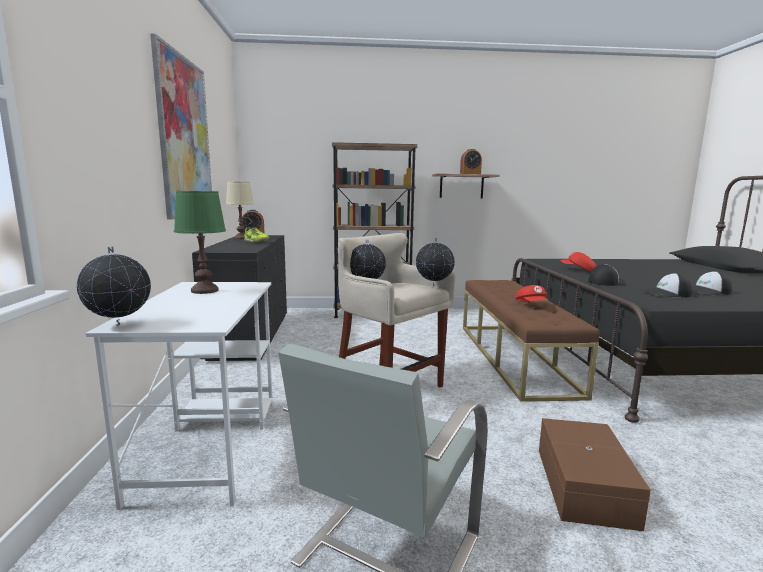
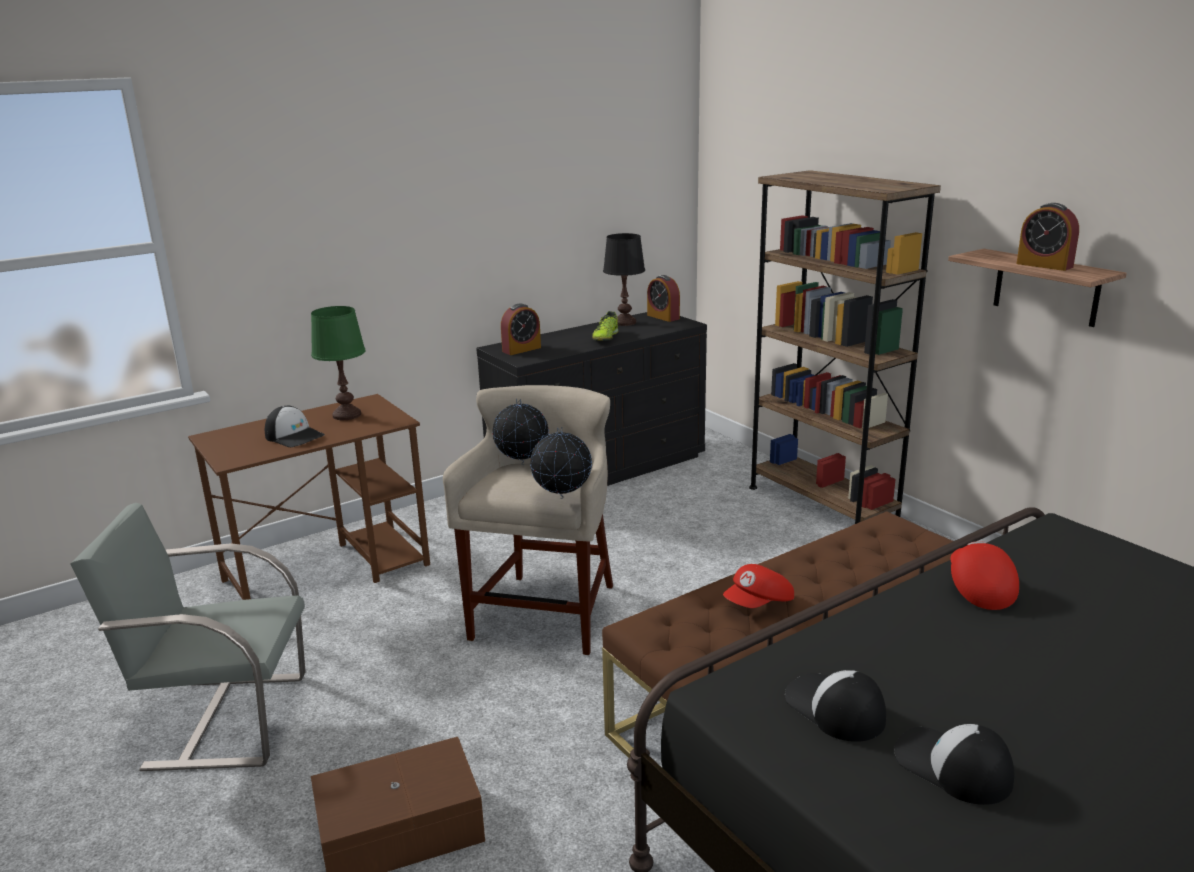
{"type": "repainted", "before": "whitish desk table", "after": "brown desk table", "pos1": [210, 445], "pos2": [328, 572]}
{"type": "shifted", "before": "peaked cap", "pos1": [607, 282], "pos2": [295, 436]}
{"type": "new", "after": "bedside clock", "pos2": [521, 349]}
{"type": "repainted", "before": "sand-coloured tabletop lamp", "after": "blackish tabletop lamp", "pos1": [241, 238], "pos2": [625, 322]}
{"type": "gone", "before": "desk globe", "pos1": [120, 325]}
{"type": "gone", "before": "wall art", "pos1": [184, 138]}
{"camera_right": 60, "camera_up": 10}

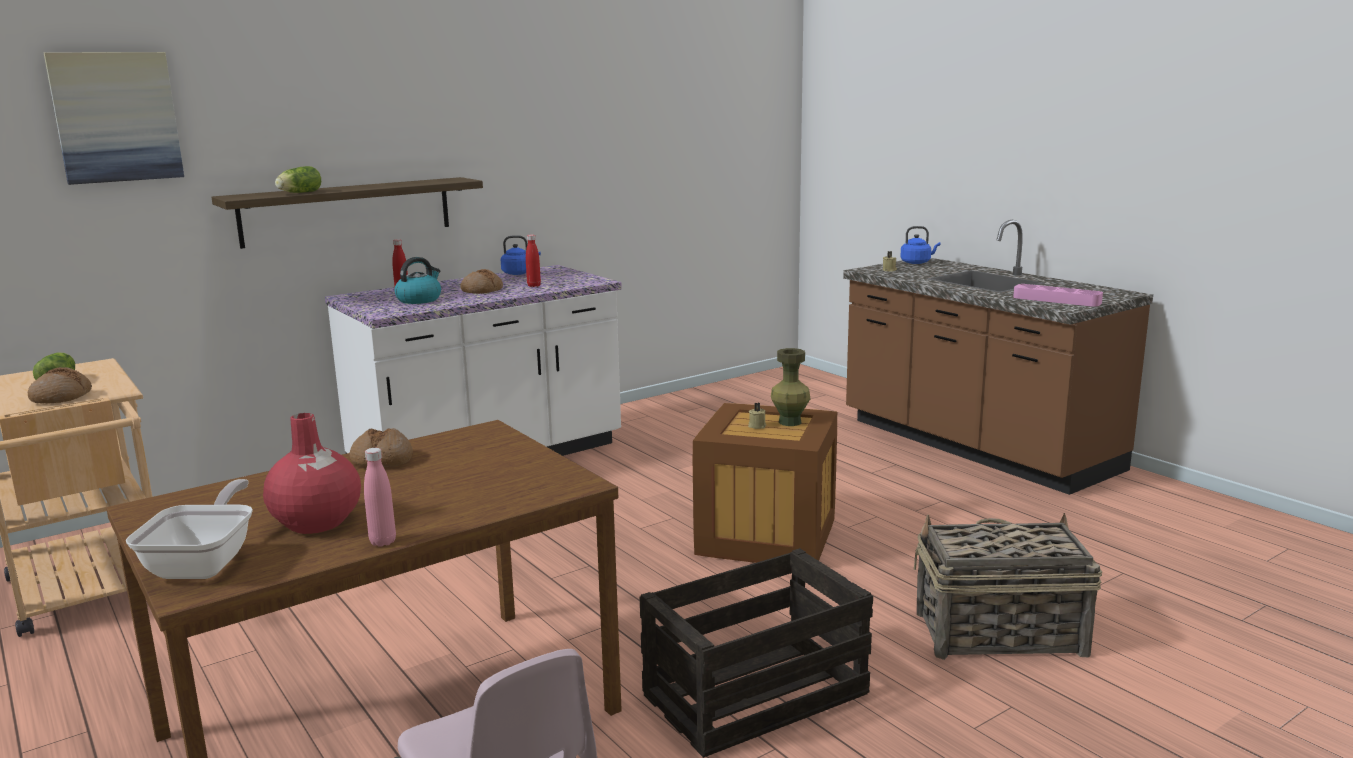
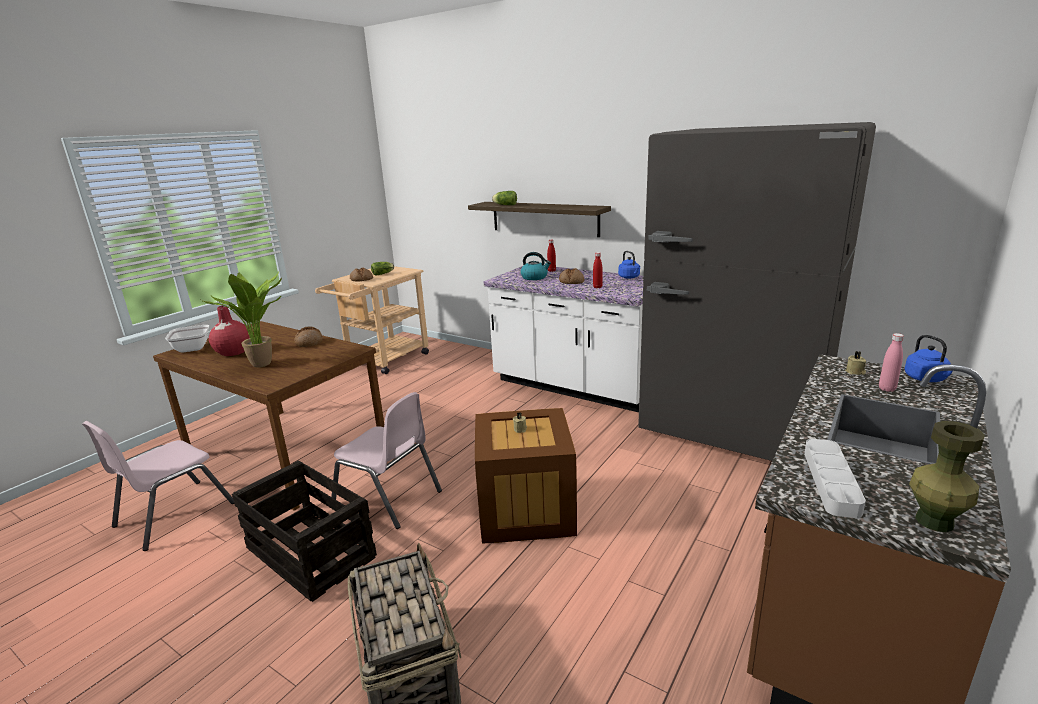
{"type": "new", "after": "potted plant", "pos2": [265, 364]}
{"type": "new", "after": "pink upright chair", "pos2": [388, 498]}
{"type": "new", "after": "greyish refrigerator", "pos2": [732, 428]}
{"type": "repainted", "before": "pink carrying tray", "after": "greyish carrying tray", "pos1": [1056, 300], "pos2": [831, 481]}
{"type": "shifted", "before": "pink bottle", "pos1": [383, 542], "pos2": [887, 389]}
{"type": "shifted", "before": "green flower vase", "pos1": [789, 422], "pos2": [933, 521]}
{"type": "gone", "before": "wall art", "pos1": [116, 117]}
{"camera_right": 70, "camera_up": 5}

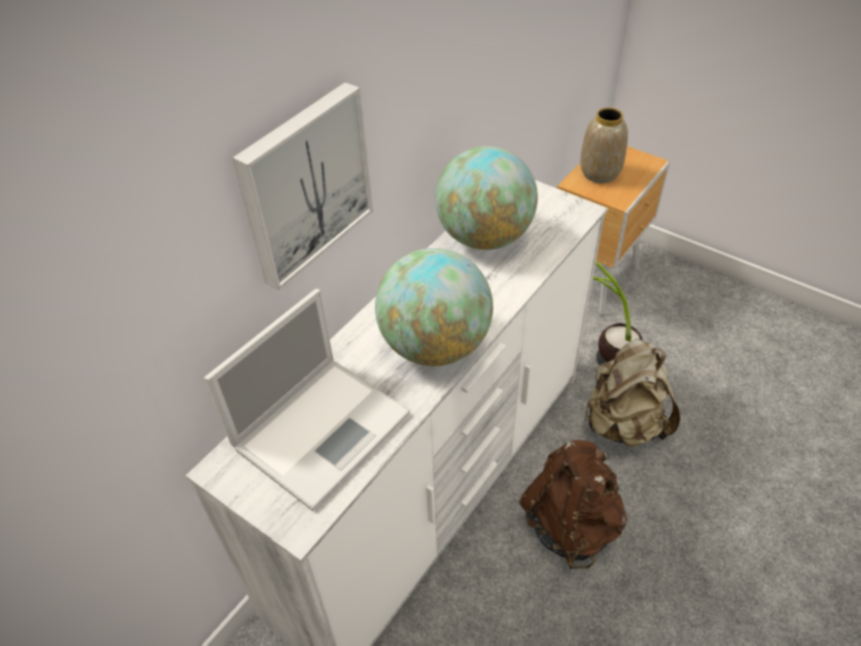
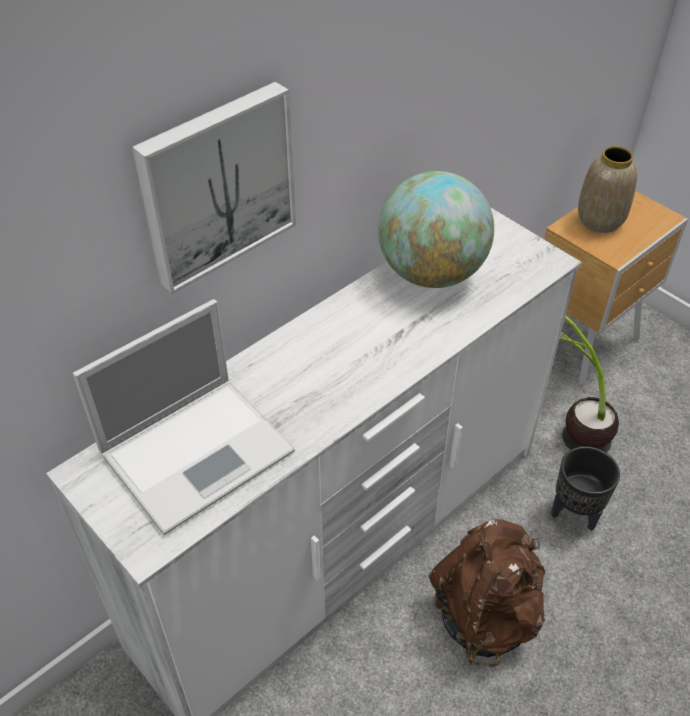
{"type": "swapped", "before": "sand-coloured knapsack", "after": "blackish plant pot", "pos1": [623, 423], "pos2": [575, 513]}
{"type": "gone", "before": "desk globe", "pos1": [435, 345]}
{"camera_right": 10, "camera_up": 0}

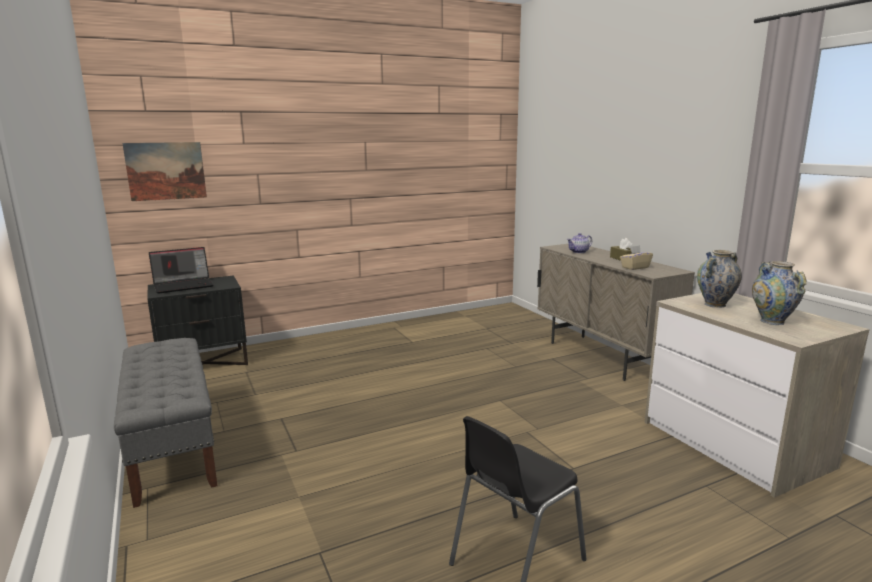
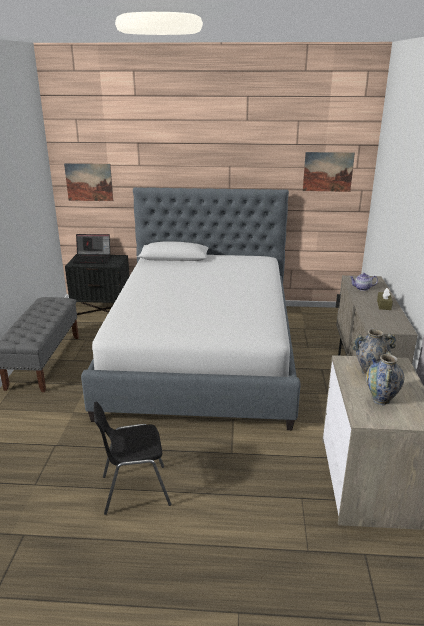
{"type": "new", "after": "bed", "pos2": [202, 354]}
{"type": "new", "after": "wall art", "pos2": [328, 172]}
{"type": "gone", "before": "sand-coloured box of tissues", "pos1": [635, 267]}
{"camera_right": 30, "camera_up": 10}

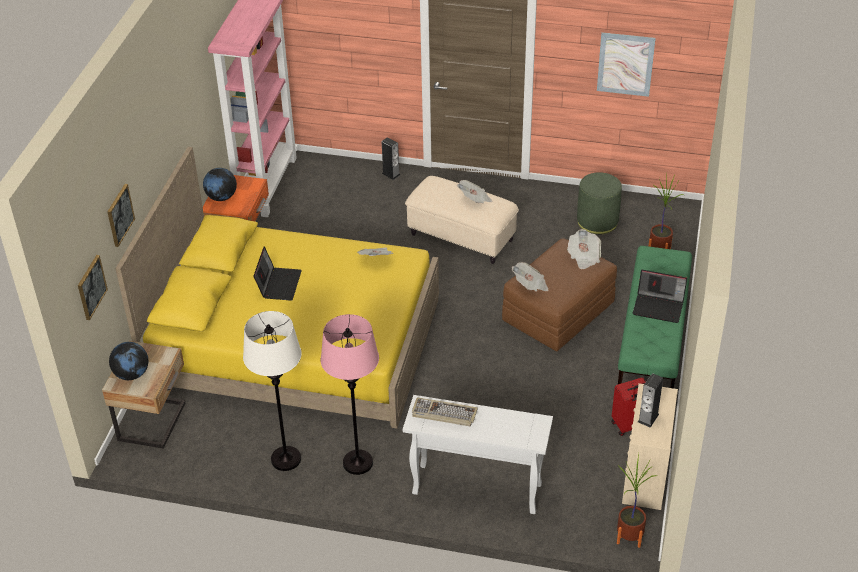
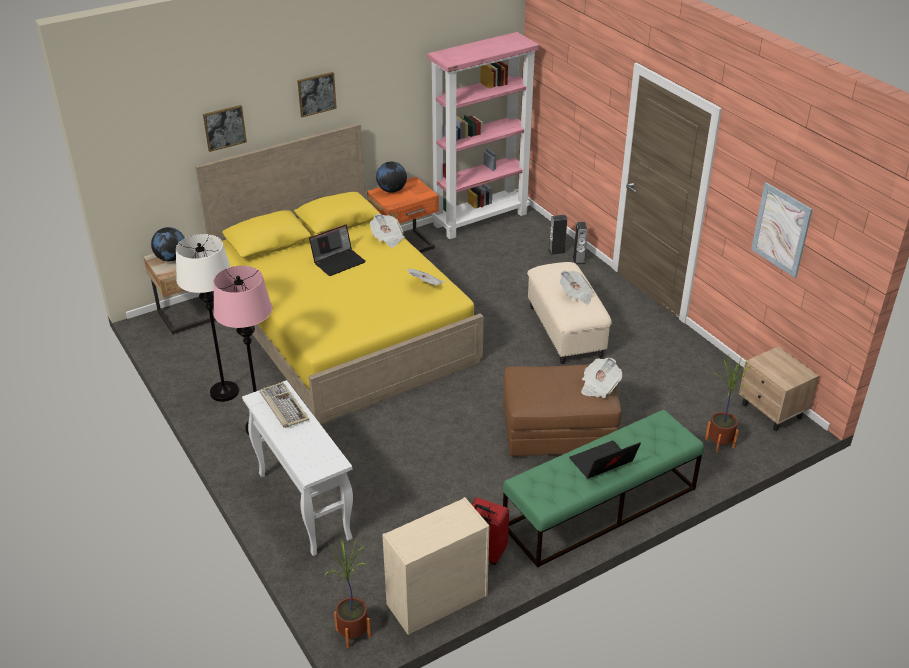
{"type": "shifted", "before": "wall art", "pos1": [91, 287], "pos2": [316, 94]}
{"type": "shifted", "before": "newspaper", "pos1": [530, 285], "pos2": [387, 238]}
{"type": "shifted", "before": "speaker", "pos1": [648, 418], "pos2": [557, 251]}
{"type": "rotated", "before": "portable computer", "pos1": [659, 307], "pos2": [602, 464], "turn": 90}
{"type": "new", "after": "sand-coloured nightstand", "pos2": [772, 412]}
{"type": "gone", "before": "green pouffe", "pos1": [597, 221]}
{"camera_right": 45, "camera_up": -5}

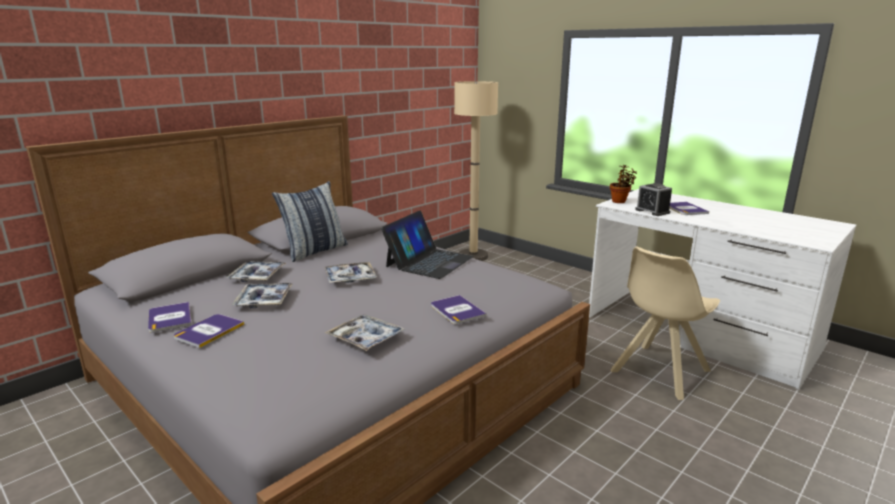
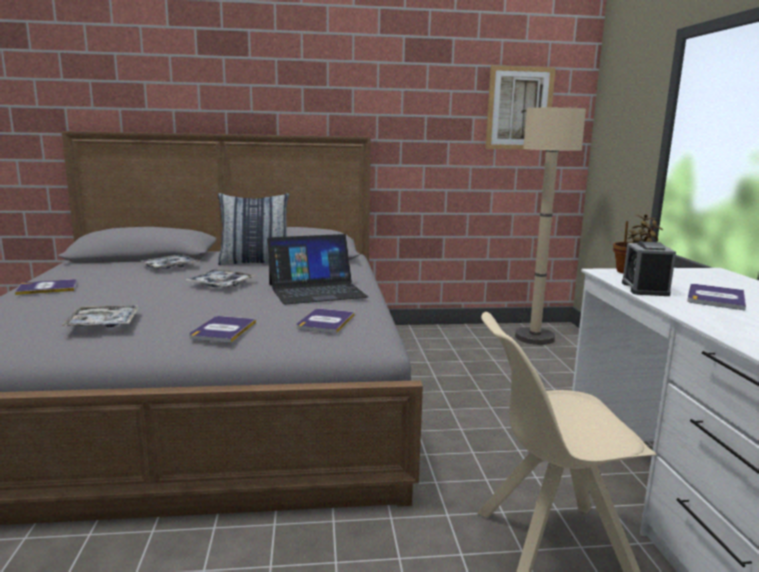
{"type": "shifted", "before": "book", "pos1": [170, 318], "pos2": [325, 322]}
{"type": "new", "after": "wall art", "pos2": [519, 108]}
{"type": "gone", "before": "carrying tray", "pos1": [264, 300]}
{"camera_right": 40, "camera_up": -5}

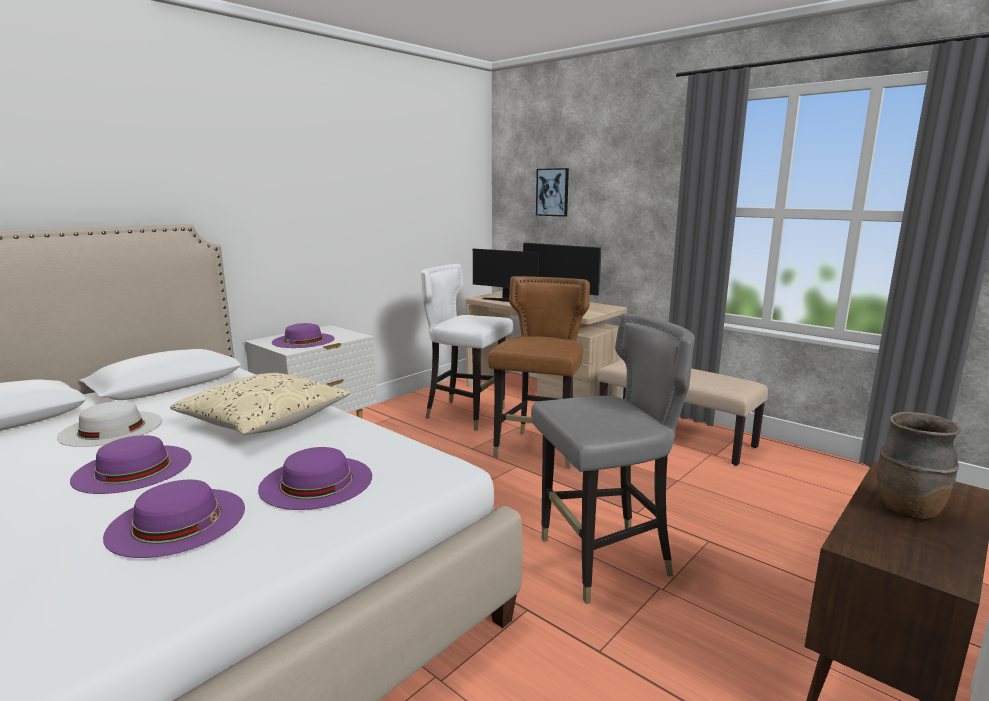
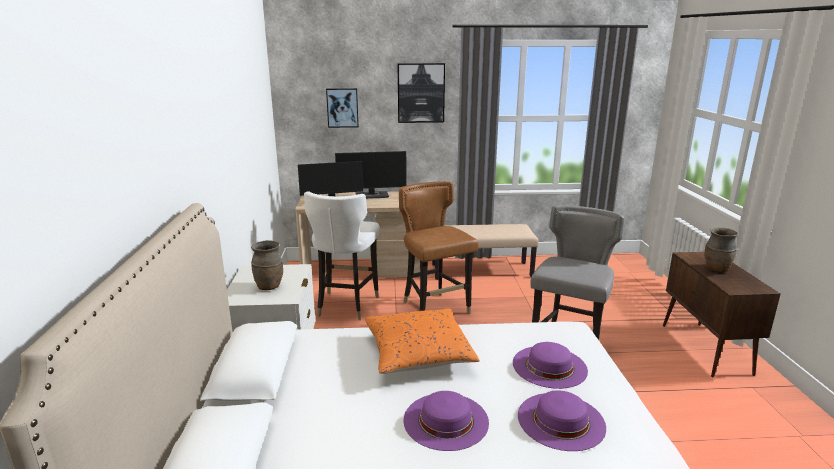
{"type": "swapped", "before": "purple wearable hat", "after": "brown flower vase", "pos1": [303, 340], "pos2": [269, 286]}
{"type": "rotated", "before": "whitish upright chair", "pos1": [466, 414], "pos2": [346, 305], "turn": -60}
{"type": "repainted", "before": "sand-coloured throw pillow", "after": "orange-coloured throw pillow", "pos1": [265, 421], "pos2": [418, 353]}
{"type": "new", "after": "wall art", "pos2": [421, 93]}
{"type": "gone", "before": "whitish wearable hat", "pos1": [111, 428]}
{"camera_right": -45, "camera_up": 5}

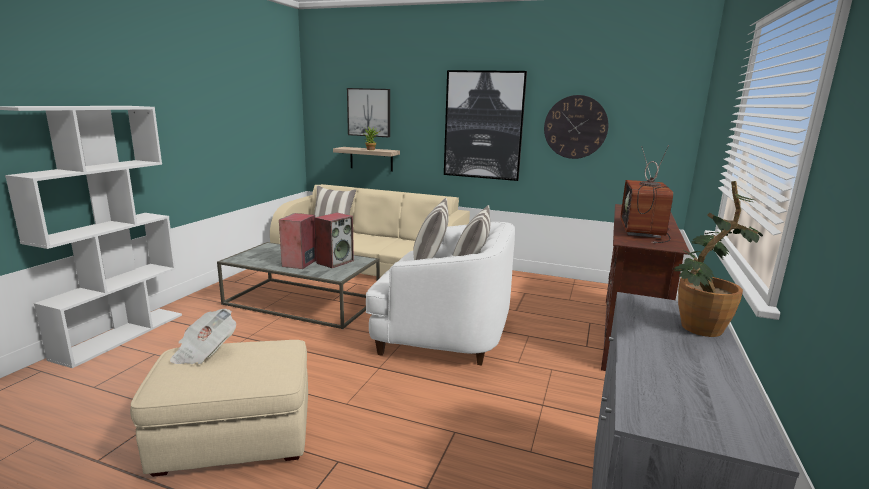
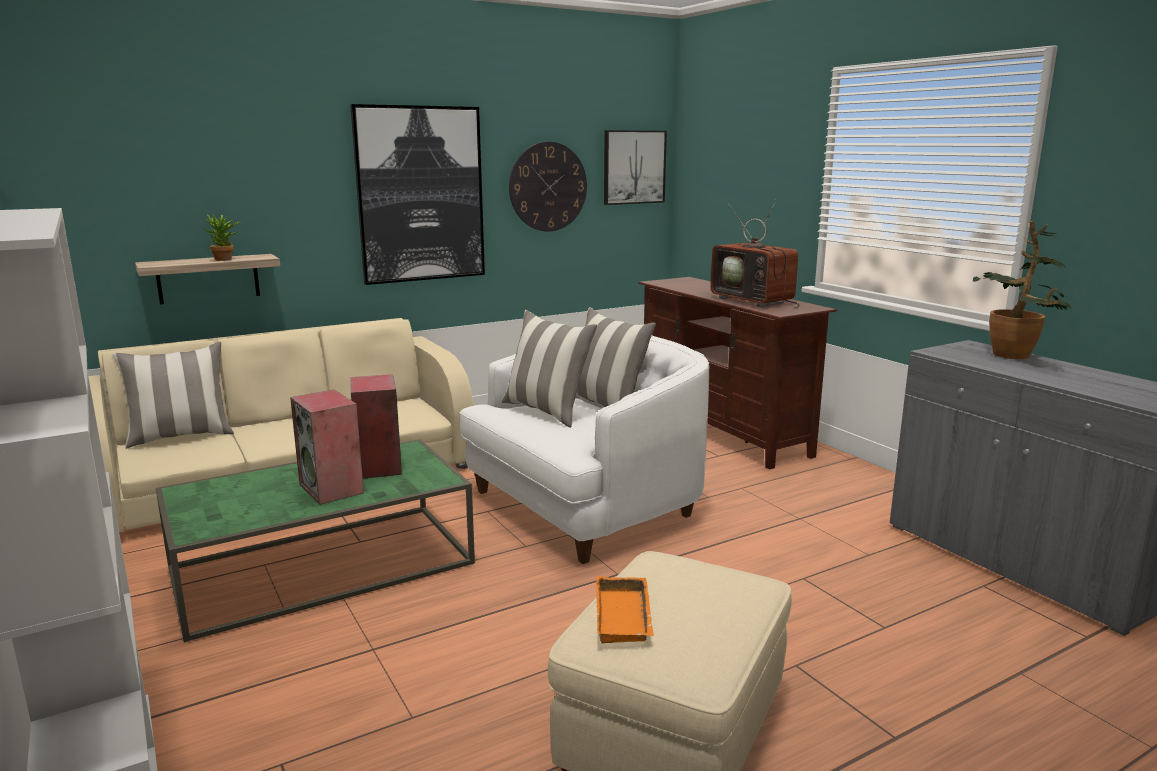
{"type": "repainted", "before": "greyish coffee table", "after": "green coffee table", "pos1": [302, 302], "pos2": [322, 566]}
{"type": "swapped", "before": "newspaper", "after": "orange-coloured carrying tray", "pos1": [204, 352], "pos2": [626, 617]}
{"type": "shifted", "before": "wall art", "pos1": [369, 112], "pos2": [634, 167]}
{"camera_right": -50, "camera_up": 0}

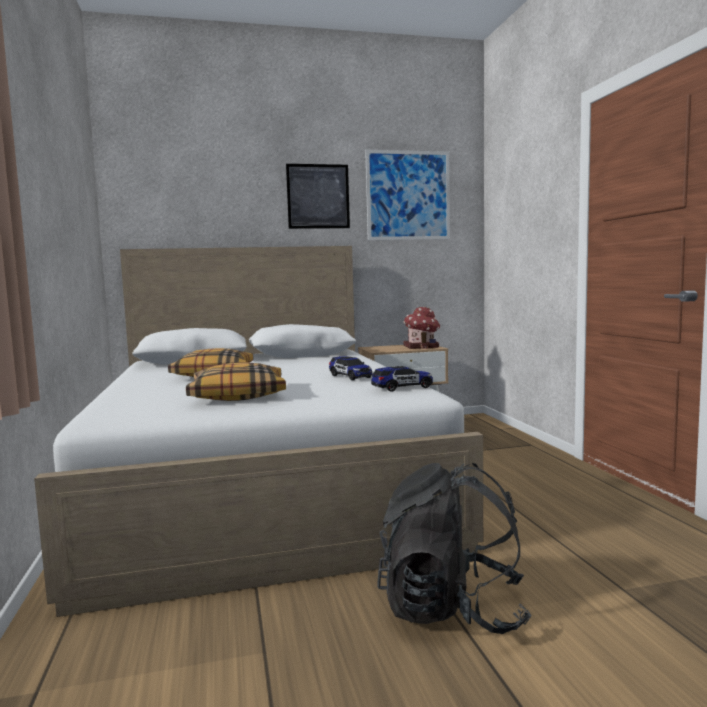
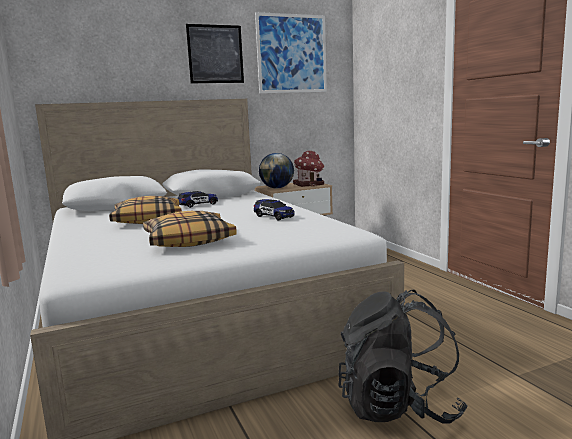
{"type": "shifted", "before": "toy car", "pos1": [402, 388], "pos2": [198, 205]}
{"type": "new", "after": "desk globe", "pos2": [277, 188]}
{"camera_right": -10, "camera_up": 5}

